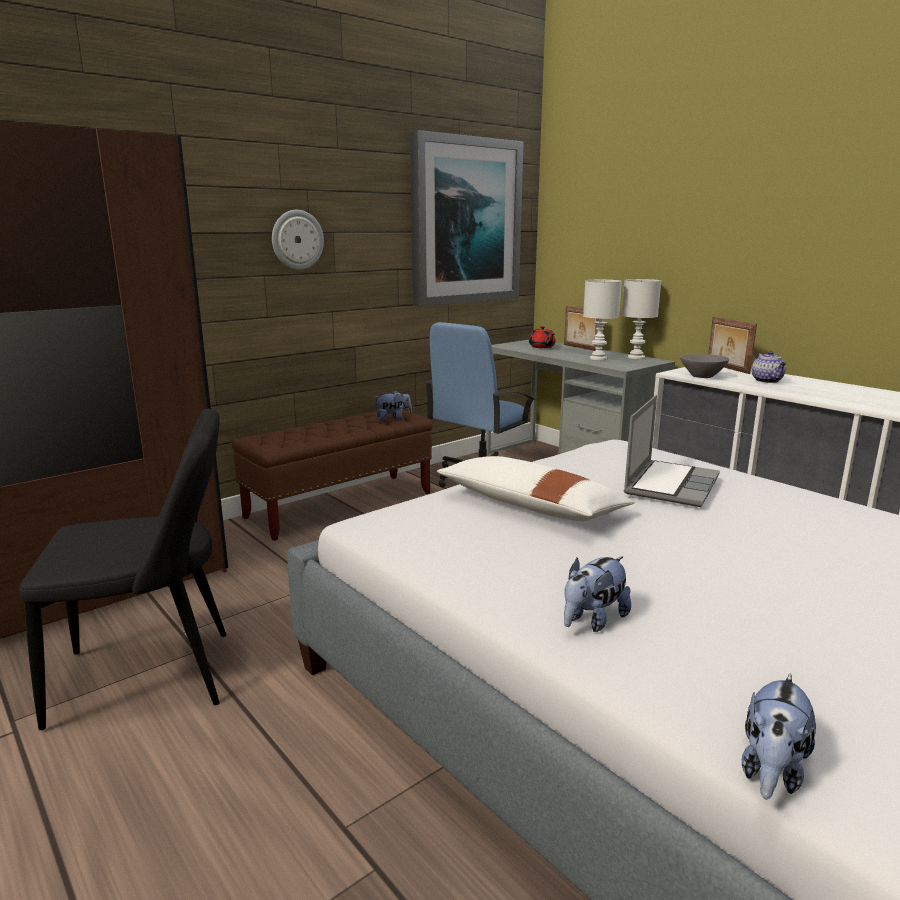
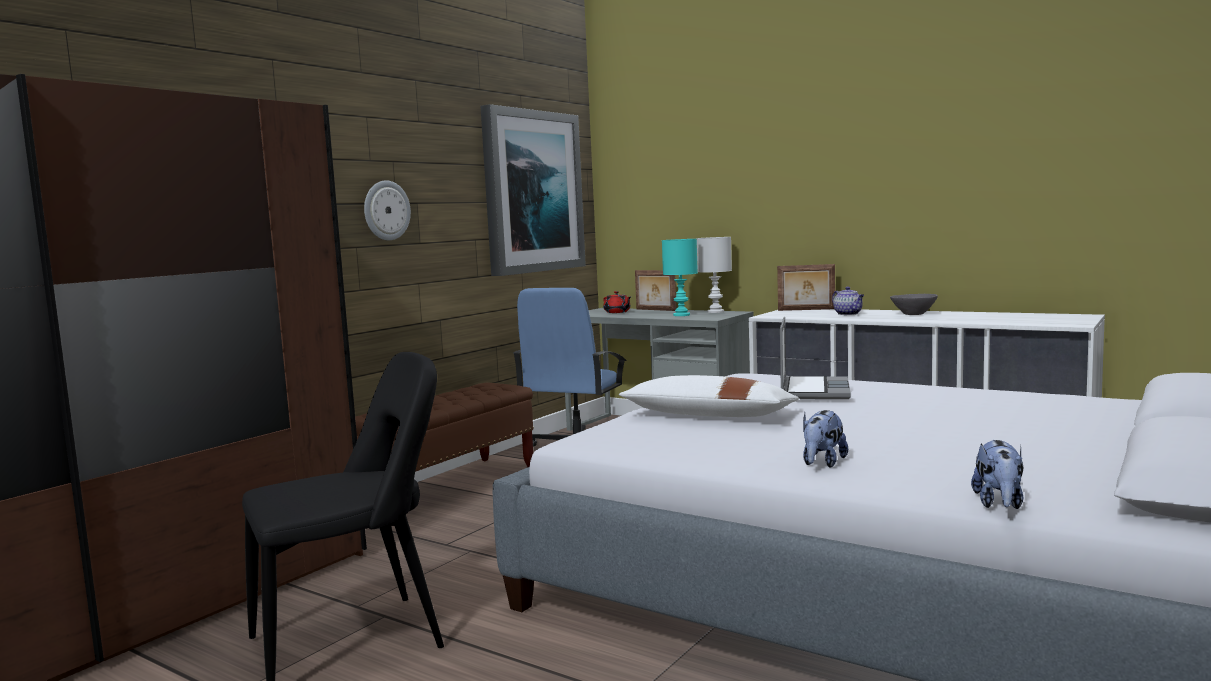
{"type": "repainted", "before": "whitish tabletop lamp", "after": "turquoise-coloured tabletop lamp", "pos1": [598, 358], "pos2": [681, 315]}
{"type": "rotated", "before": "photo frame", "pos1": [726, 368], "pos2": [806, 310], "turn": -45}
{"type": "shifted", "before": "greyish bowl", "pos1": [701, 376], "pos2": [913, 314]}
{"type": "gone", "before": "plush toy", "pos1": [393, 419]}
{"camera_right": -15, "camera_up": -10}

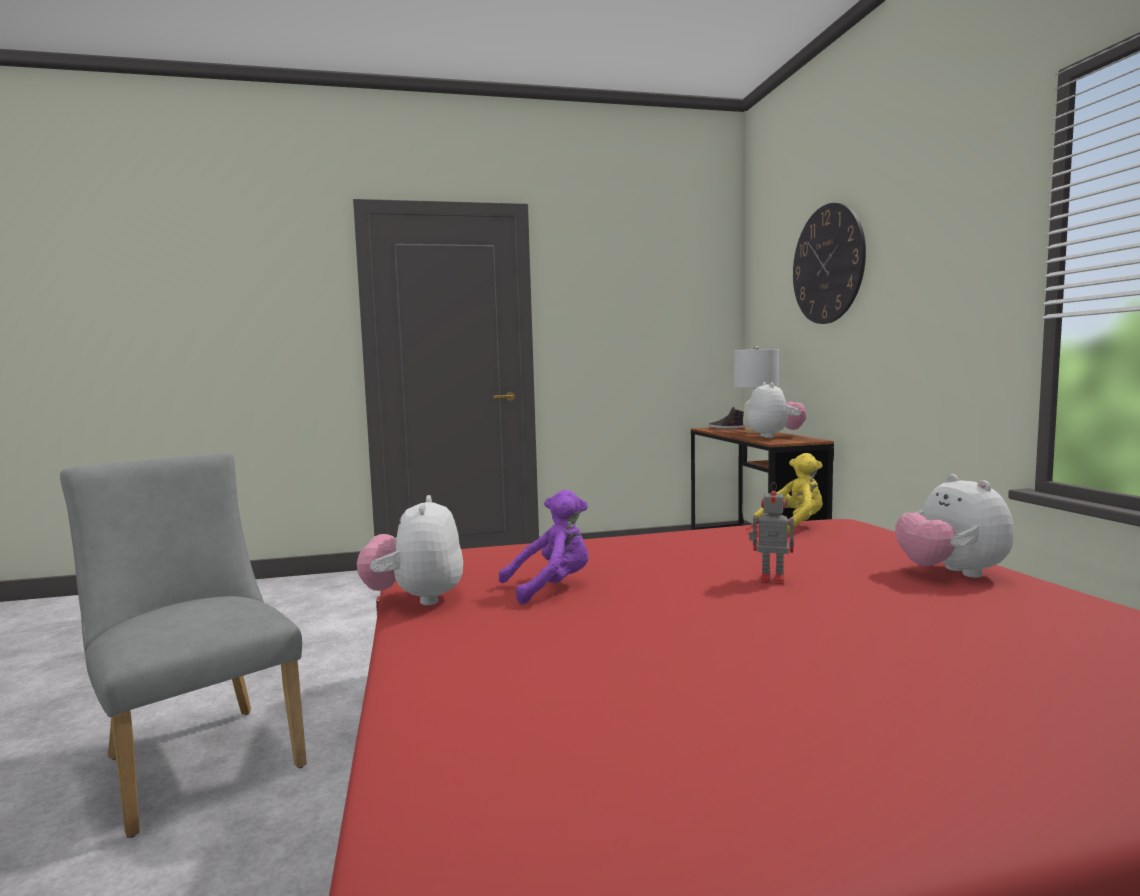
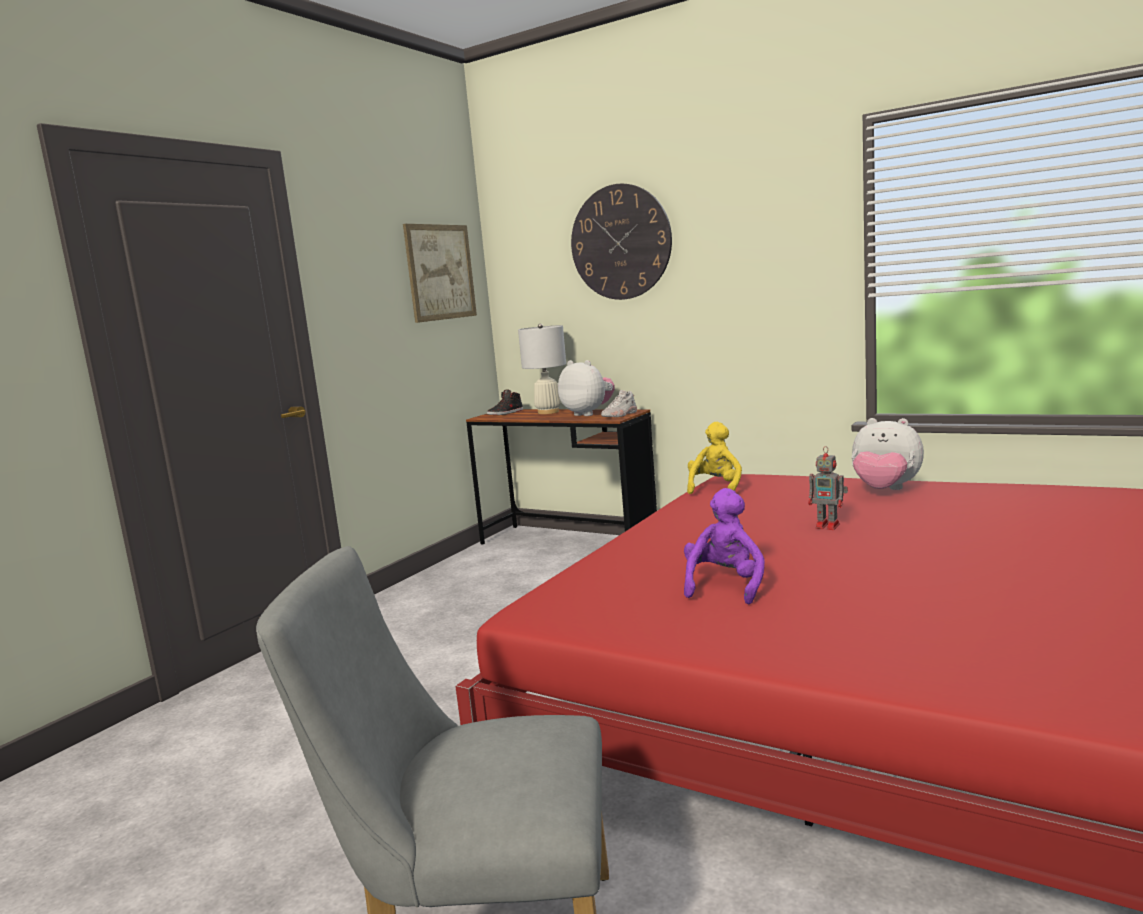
{"type": "new", "after": "wall art", "pos2": [440, 272]}
{"type": "new", "after": "whitish shoe", "pos2": [620, 415]}
{"type": "rotated", "before": "model robot", "pos1": [770, 579], "pos2": [829, 526], "turn": -120}
{"type": "gone", "before": "plush toy", "pos1": [416, 599]}
{"camera_right": -45, "camera_up": 5}

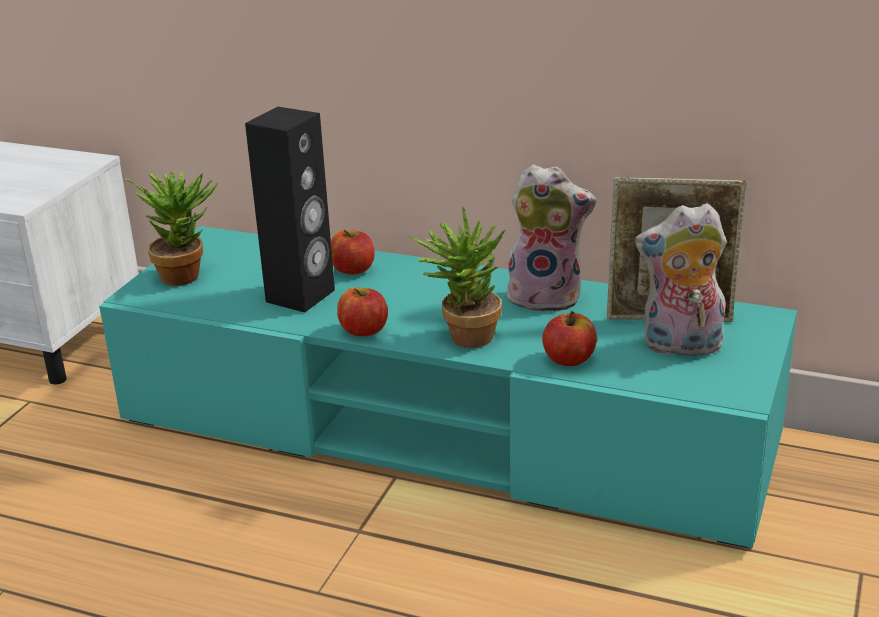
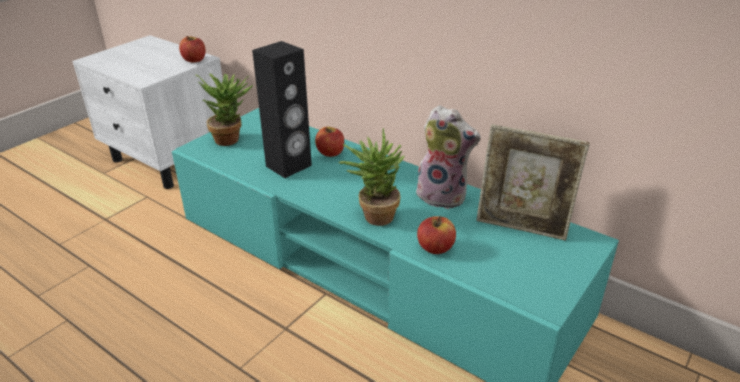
{"type": "shifted", "before": "whole apple", "pos1": [364, 330], "pos2": [194, 60]}
{"type": "gone", "before": "plush toy", "pos1": [680, 347]}
{"camera_right": 15, "camera_up": 5}

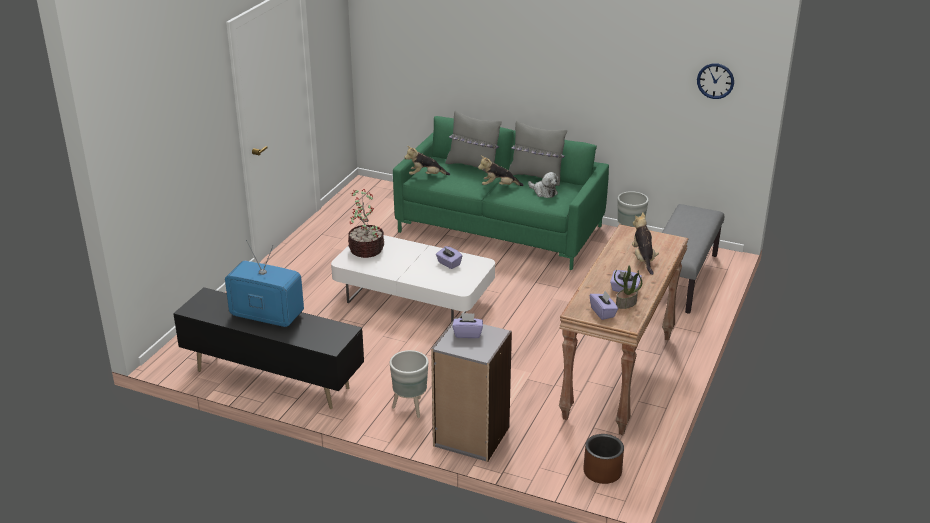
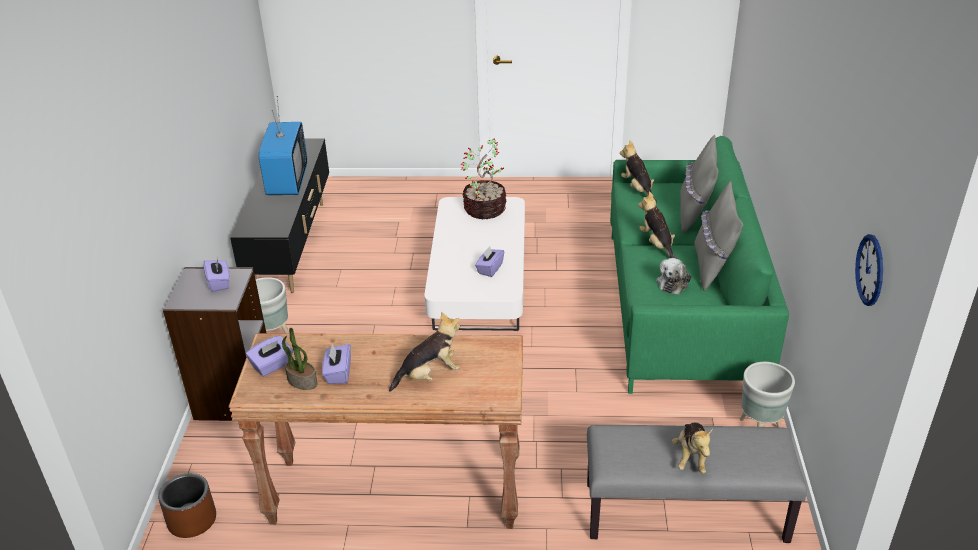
{"type": "new", "after": "plush toy", "pos2": [691, 457]}
{"camera_right": 70, "camera_up": 5}

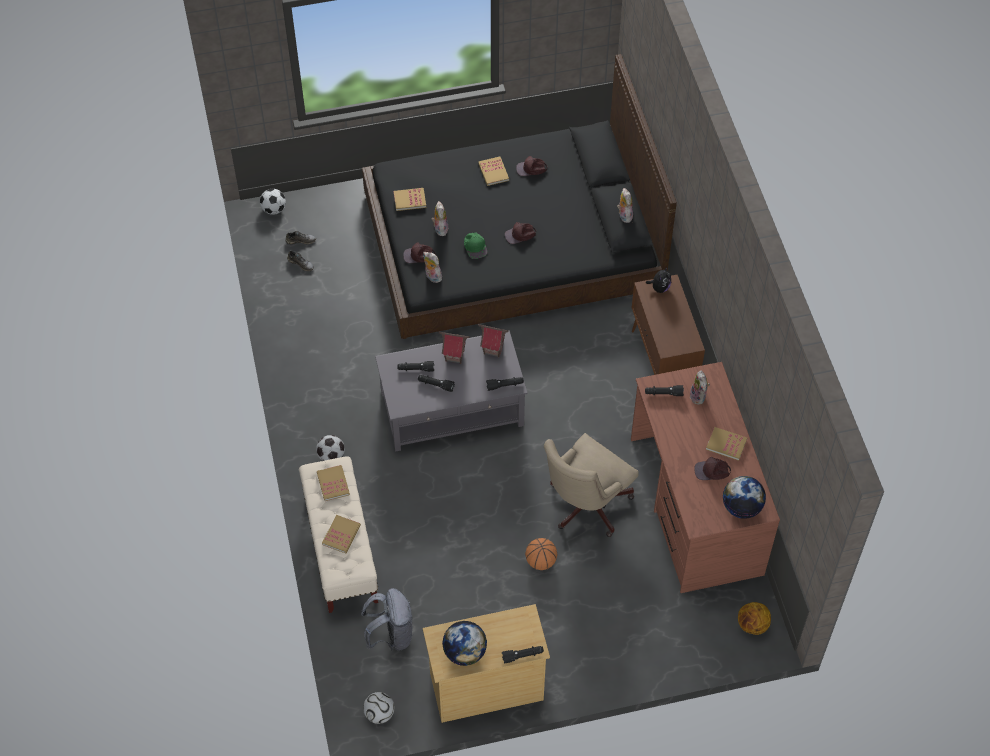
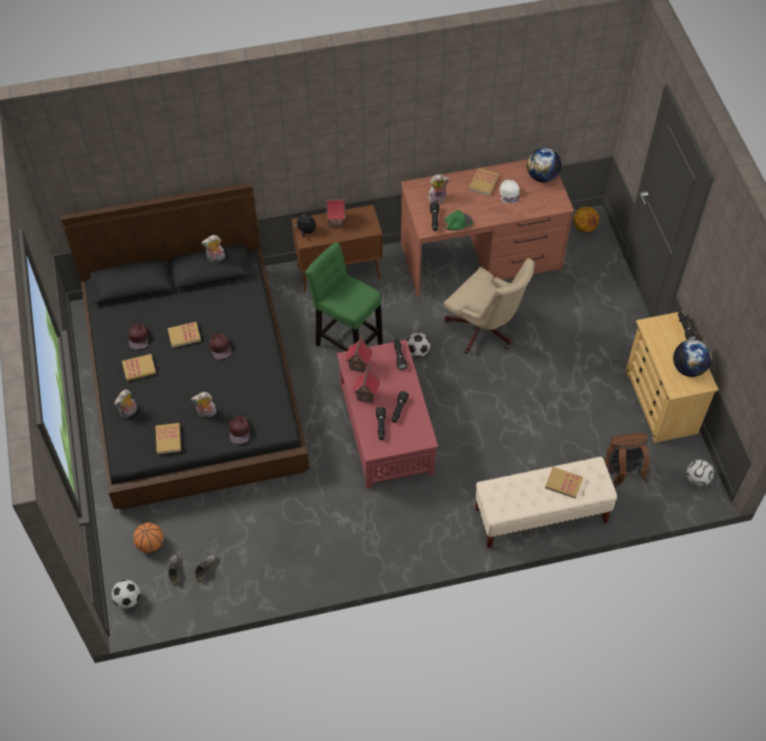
{"type": "shifted", "before": "plush toy", "pos1": [432, 276], "pos2": [129, 412]}
{"type": "shifted", "before": "basketball ball", "pos1": [541, 561], "pos2": [150, 544]}
{"type": "shifted", "before": "book", "pos1": [333, 484], "pos2": [184, 335]}
{"type": "new", "after": "green stool", "pos2": [346, 342]}
{"type": "new", "after": "toy house", "pos2": [336, 221]}
{"type": "repainted", "before": "greyish coffee table", "after": "reddish coffee table", "pos1": [453, 408], "pos2": [386, 429]}
{"type": "shifted", "before": "football ball", "pos1": [331, 456], "pos2": [417, 351]}
{"type": "shifted", "before": "green peaked cap", "pos1": [475, 246], "pos2": [457, 222]}
{"type": "repainted", "before": "brown peaked cap", "after": "whitish peaked cap", "pos1": [712, 471], "pos2": [509, 193]}
{"type": "repainted", "before": "greyish knapsack", "after": "brown knapsack", "pos1": [391, 635], "pos2": [622, 472]}
{"camera_right": -90, "camera_up": 0}

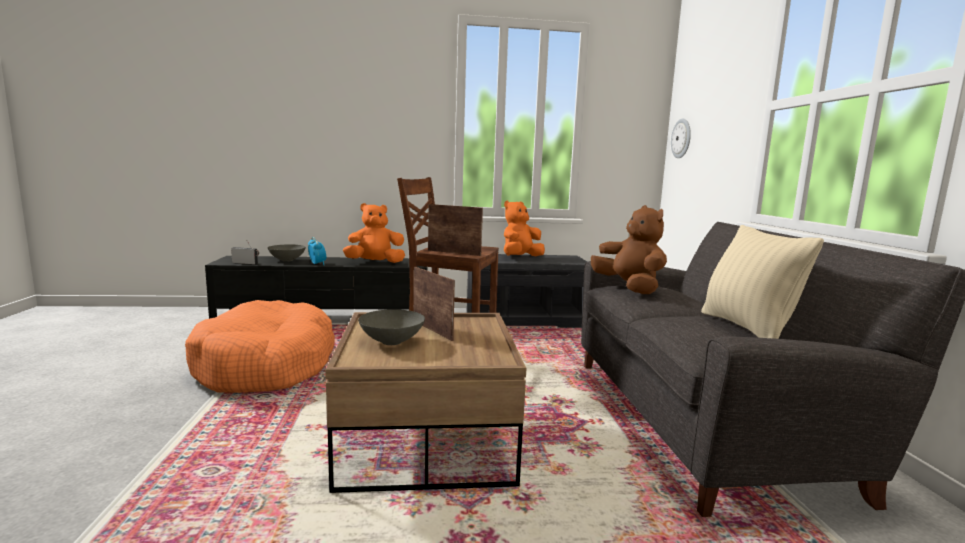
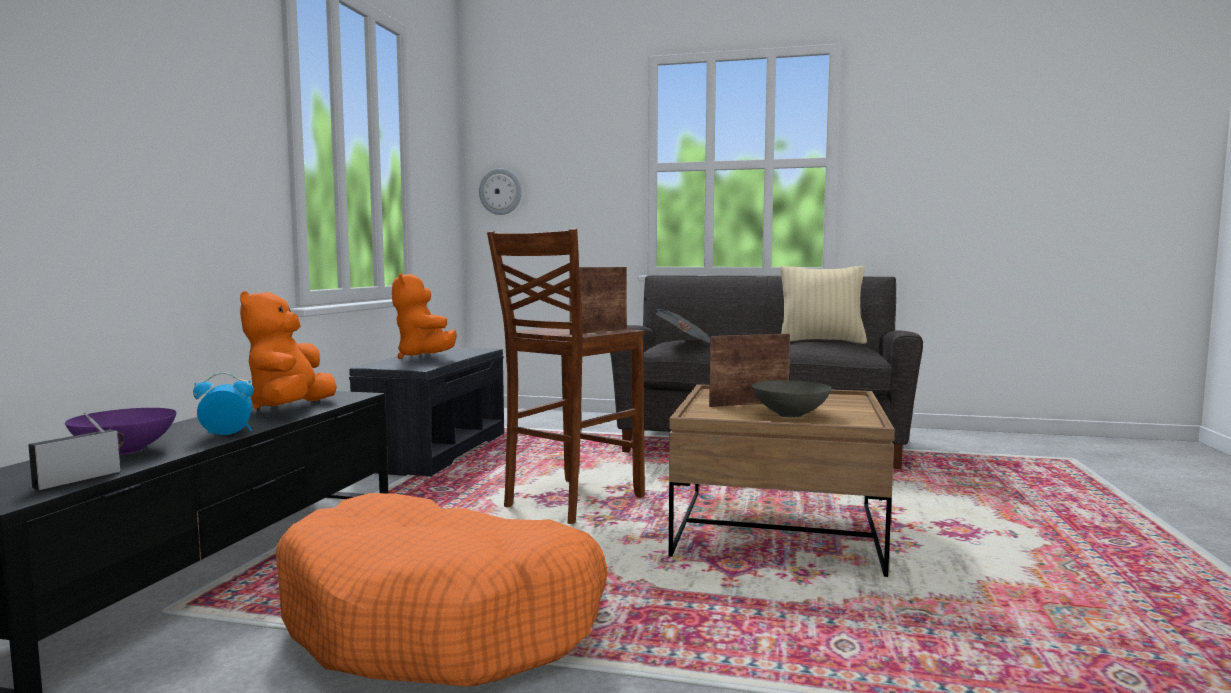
{"type": "repainted", "before": "greyish bowl", "after": "purple bowl", "pos1": [287, 260], "pos2": [123, 451]}
{"type": "swapped", "before": "brown plush toy", "after": "newspaper", "pos1": [629, 288], "pos2": [686, 343]}
{"camera_right": -70, "camera_up": -5}

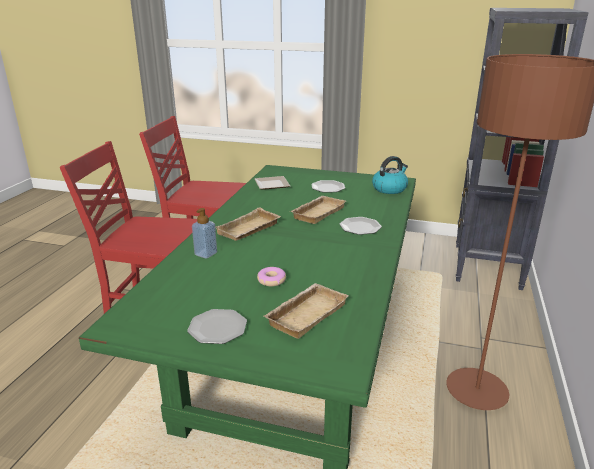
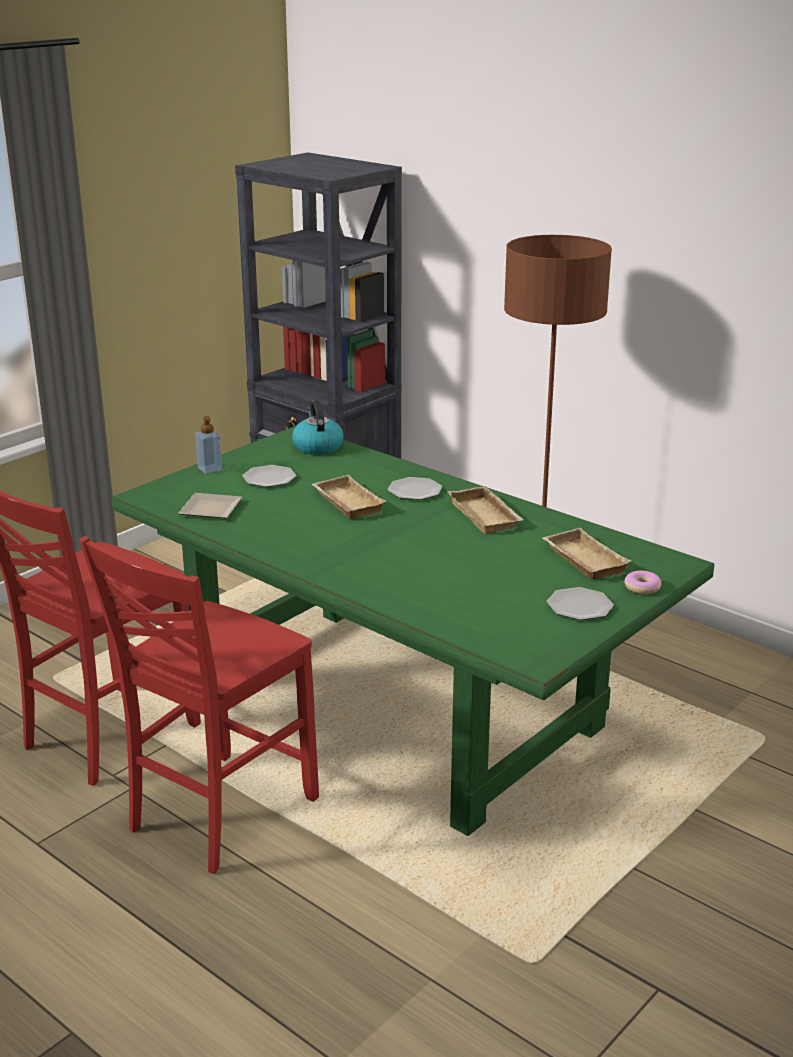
{"type": "shifted", "before": "soap bottle", "pos1": [206, 254], "pos2": [209, 469]}
{"type": "shifted", "before": "sand-coloured carrying tray", "pos1": [249, 230], "pos2": [487, 516]}
{"type": "shifted", "before": "donut", "pos1": [271, 280], "pos2": [642, 587]}
{"camera_right": -65, "camera_up": 0}

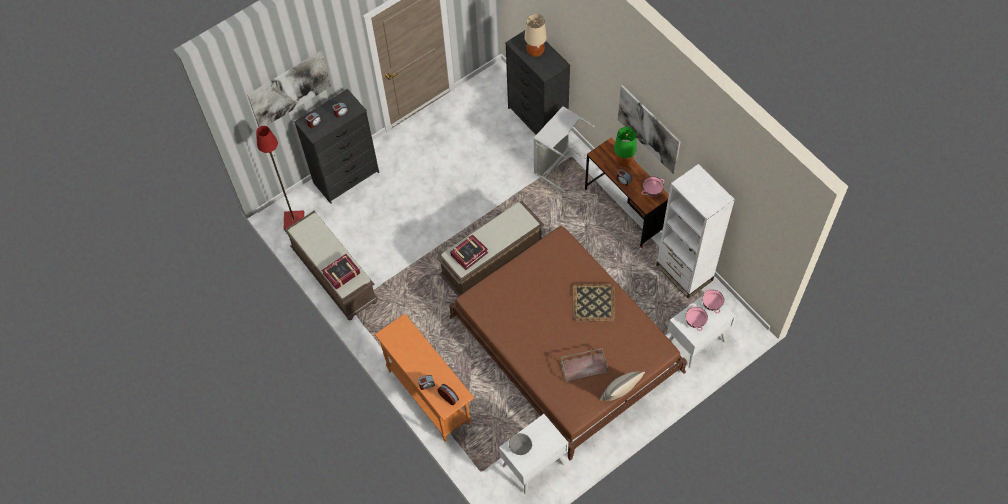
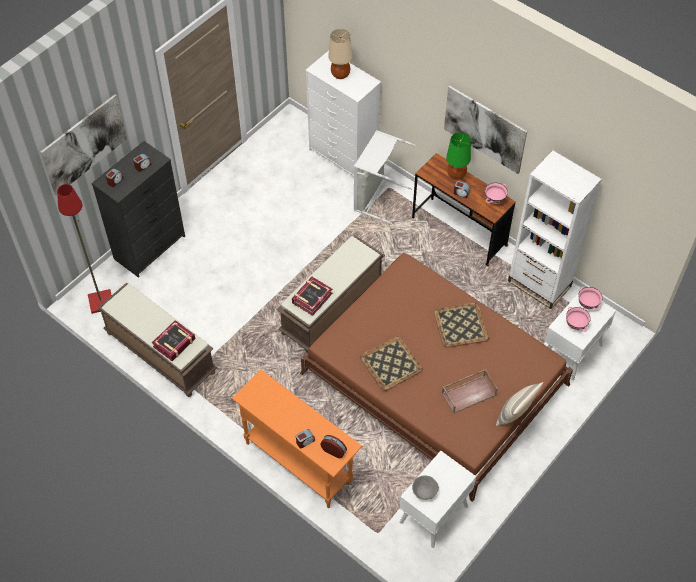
{"type": "repainted", "before": "blackish chest of drawers", "after": "whitish chest of drawers", "pos1": [538, 119], "pos2": [344, 156]}
{"type": "new", "after": "carrying tray", "pos2": [391, 364]}
{"camera_right": -15, "camera_up": -5}

